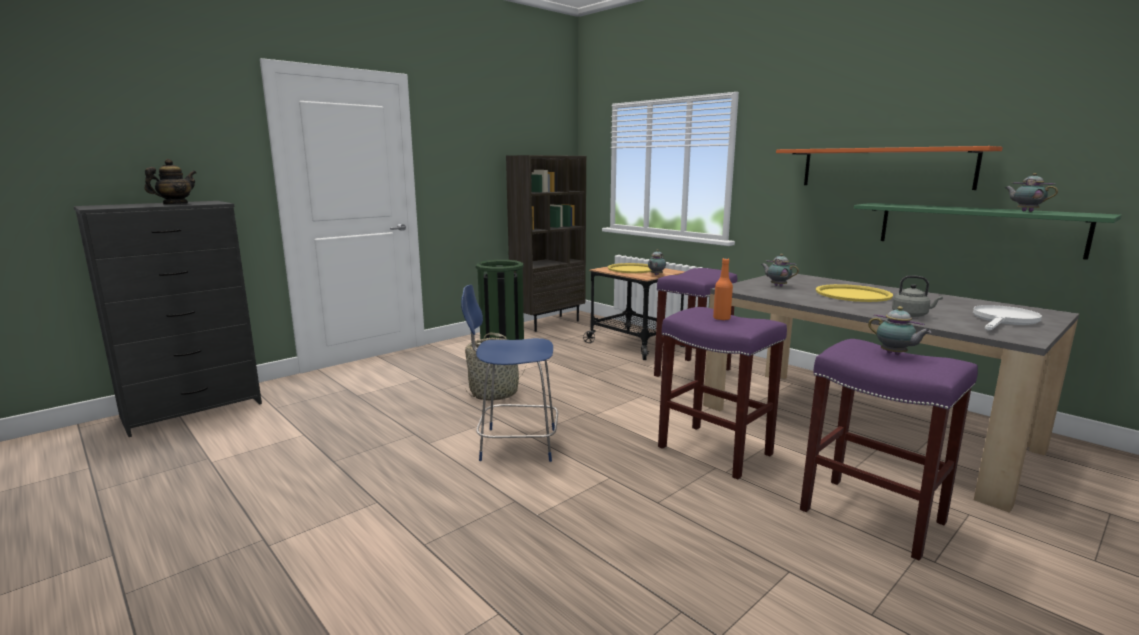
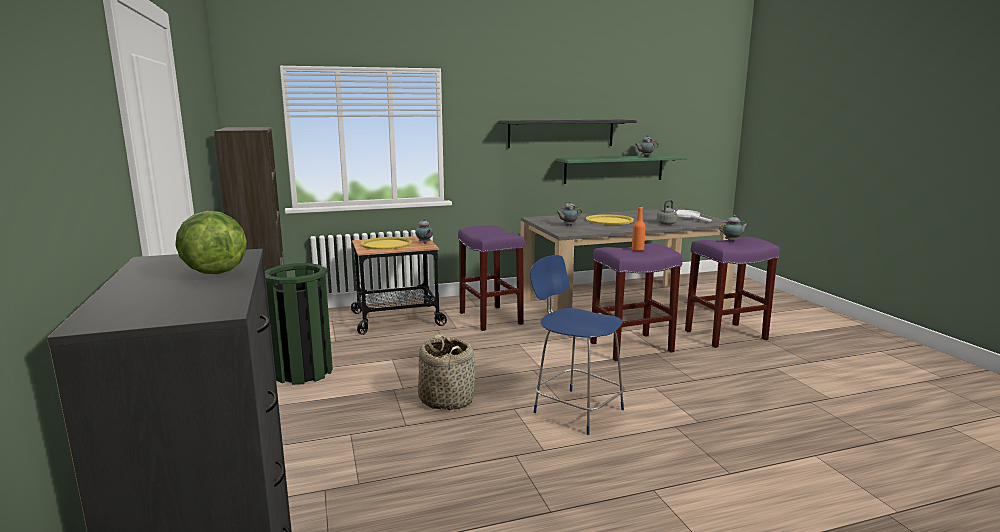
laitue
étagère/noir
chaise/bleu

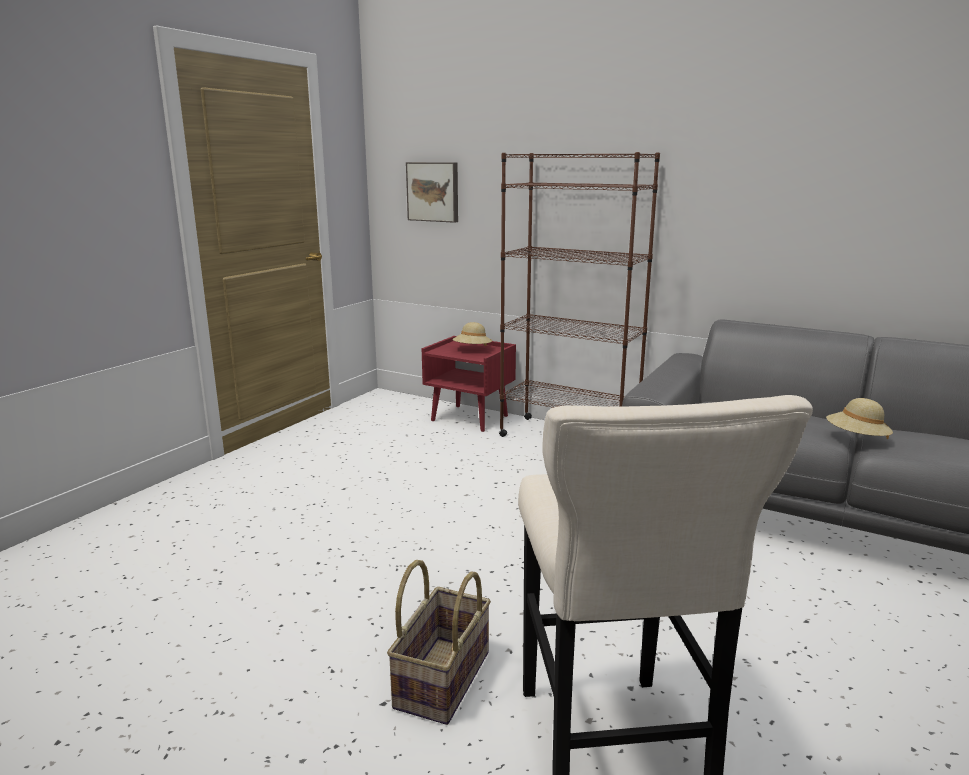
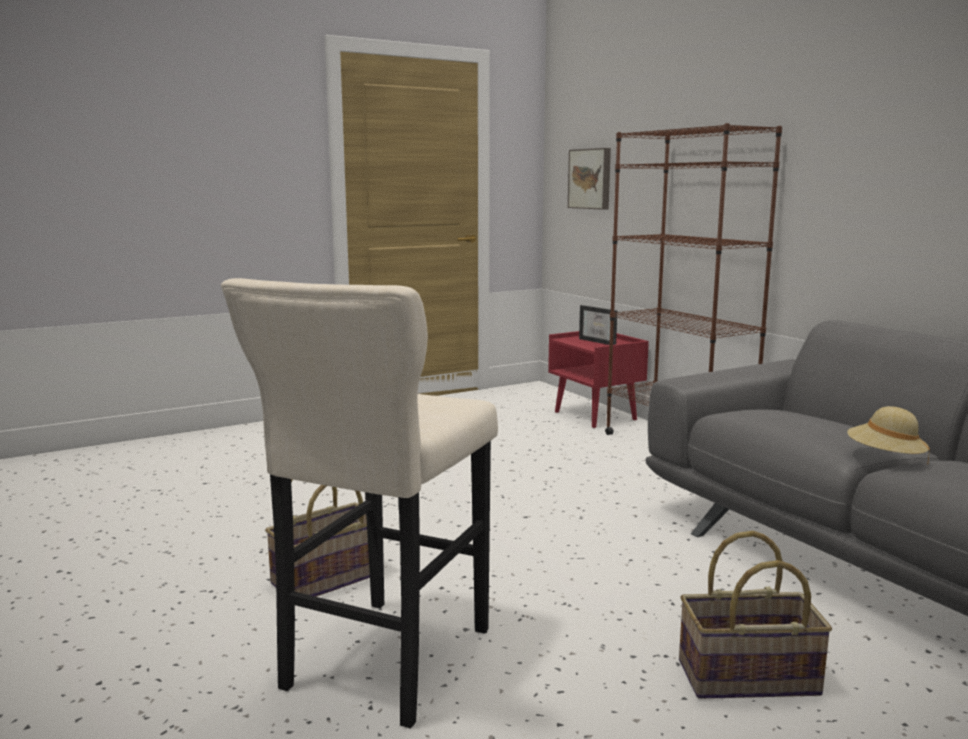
panier (2nd from left)
cadre photo

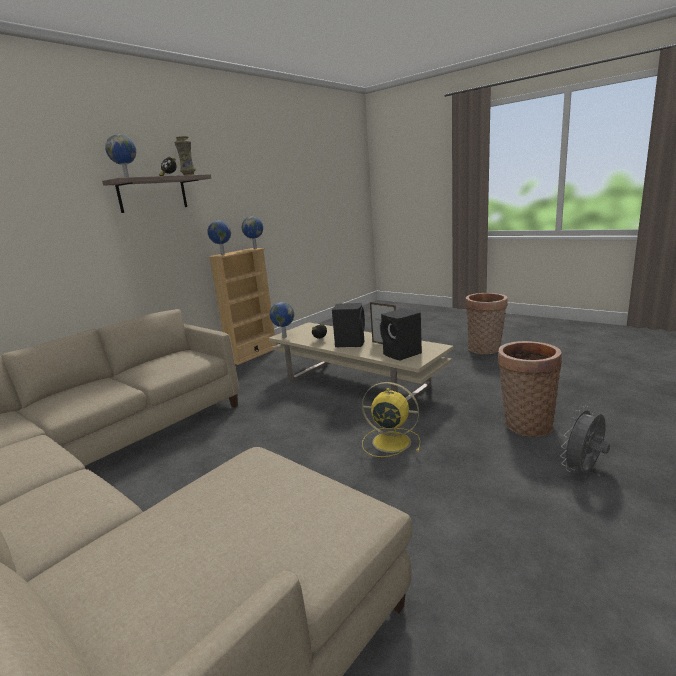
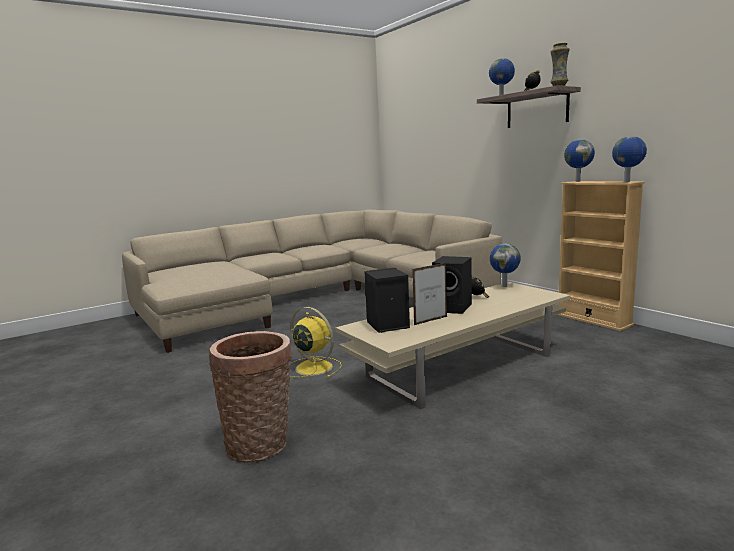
panier (1st from left in the first image)
ventilateur/gris
ventilateur/jaune

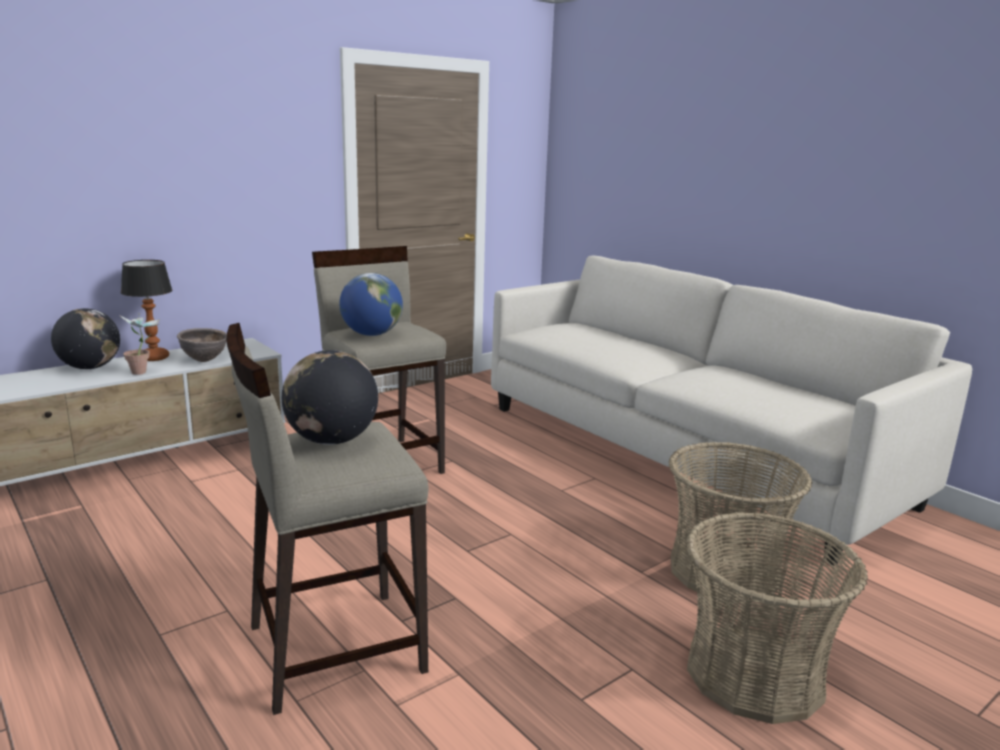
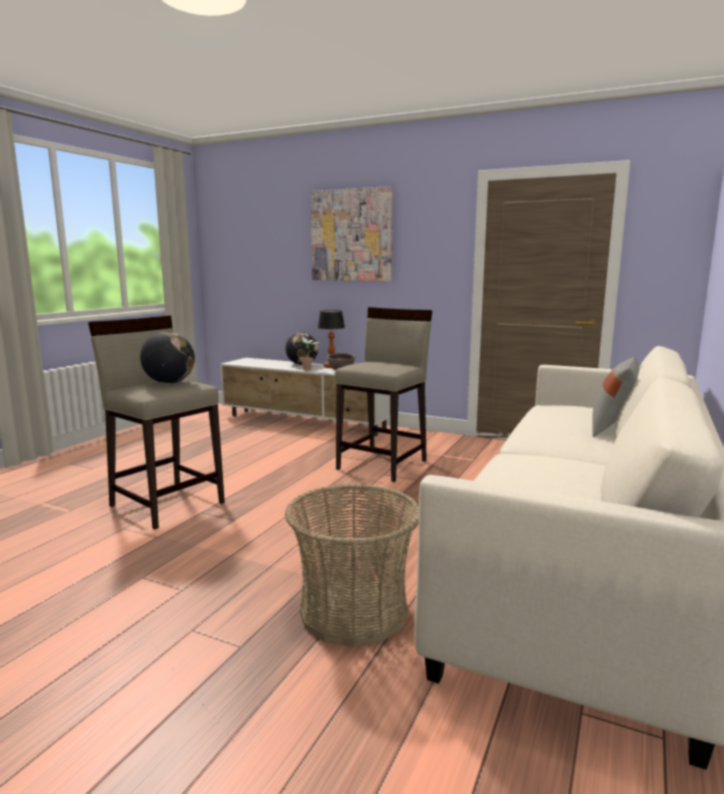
globe (3rd from left in the first image)
panier (2nd from left in the first image)
tableau
coussin/gris

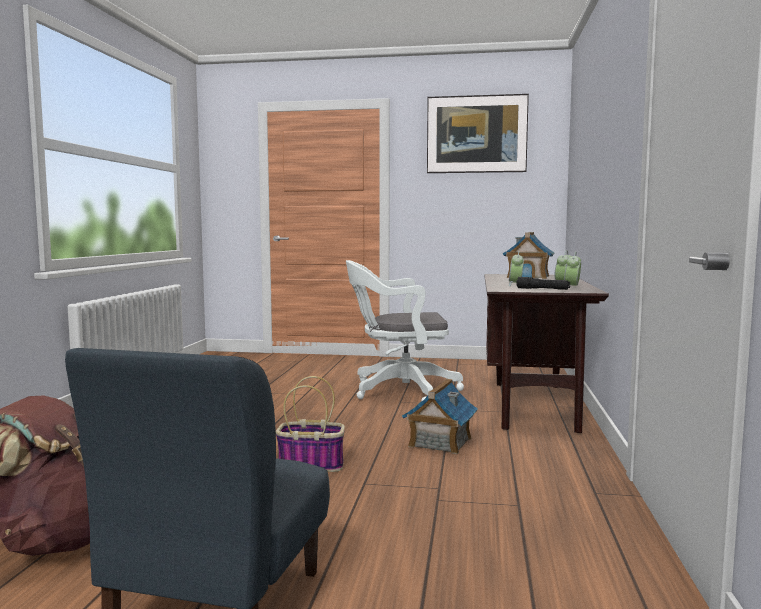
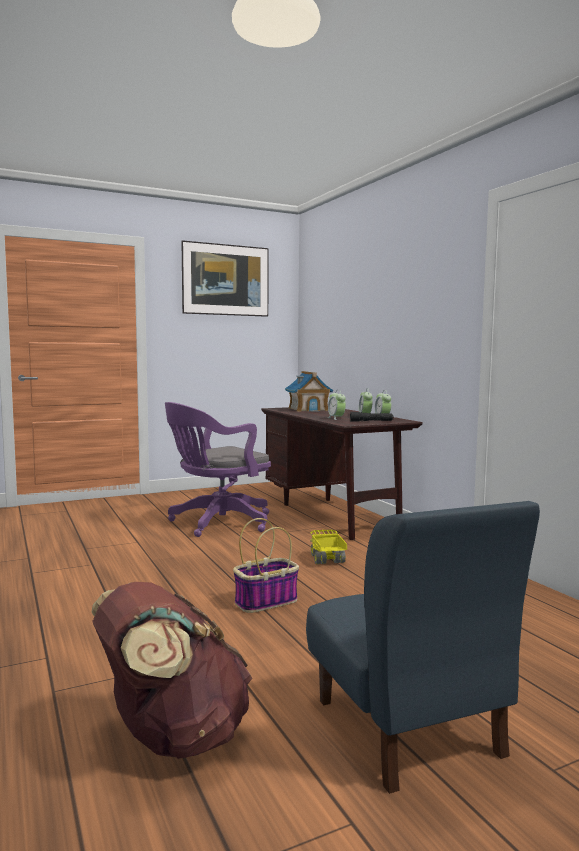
camion jouet
chaise de bureau/violet

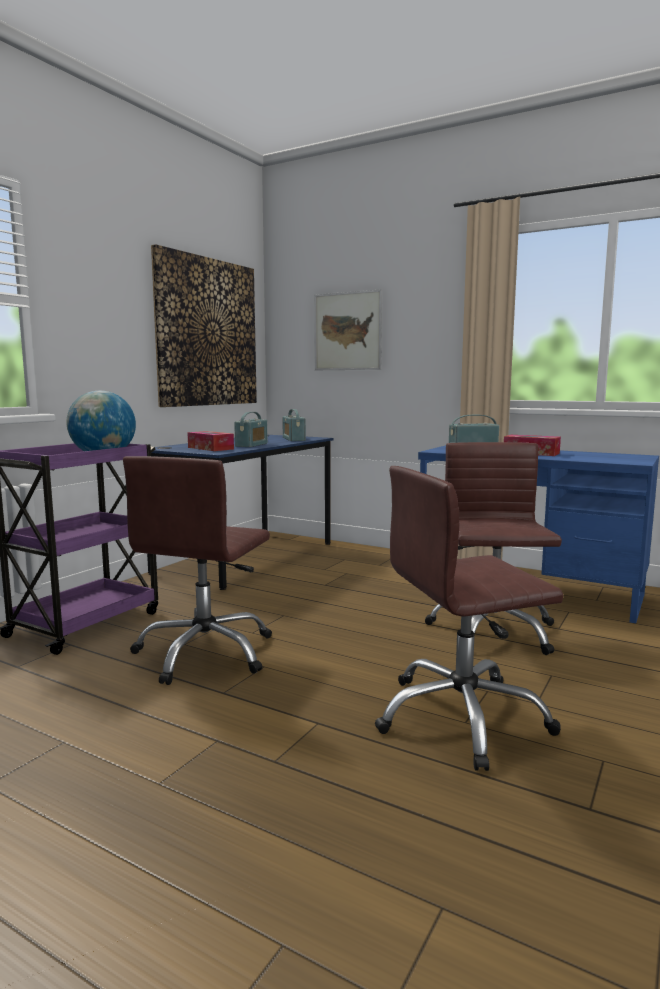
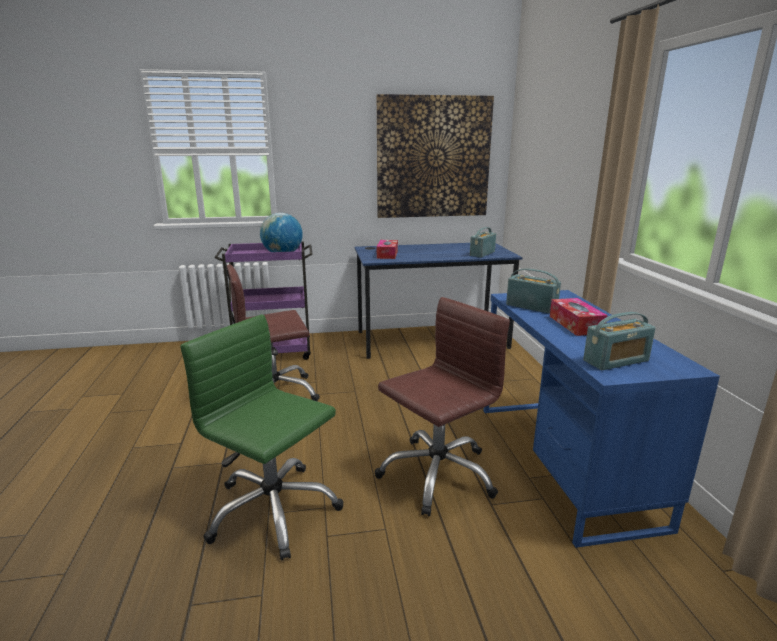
tableau (2nd from left in the first image)
radio (3rd from left)
chaise de bureau/vert

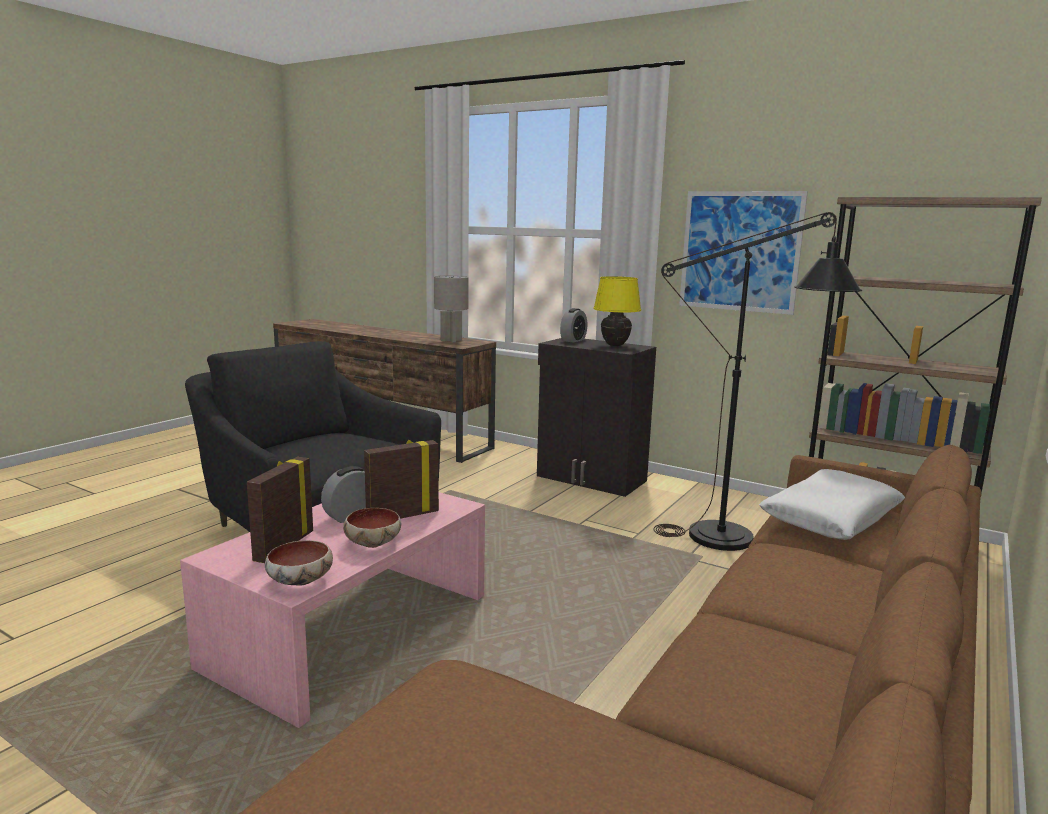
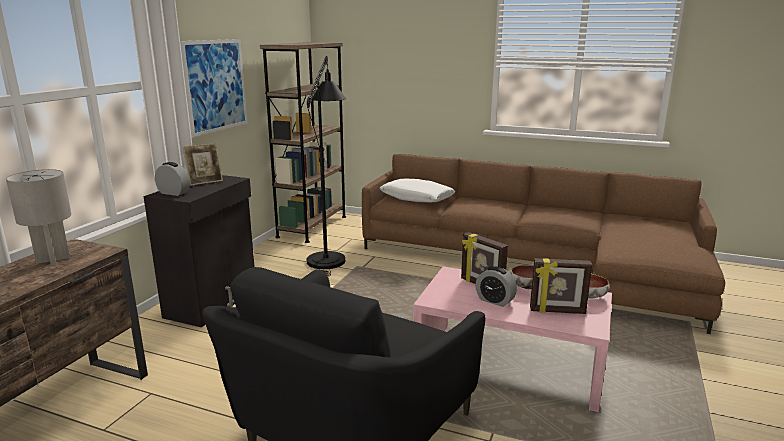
cadre photo (1st from left)

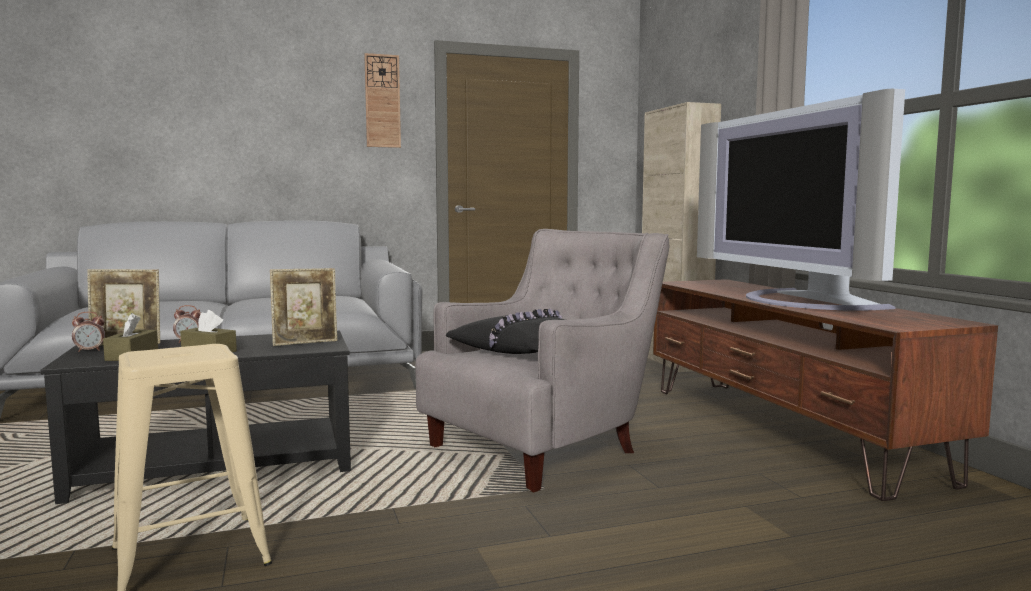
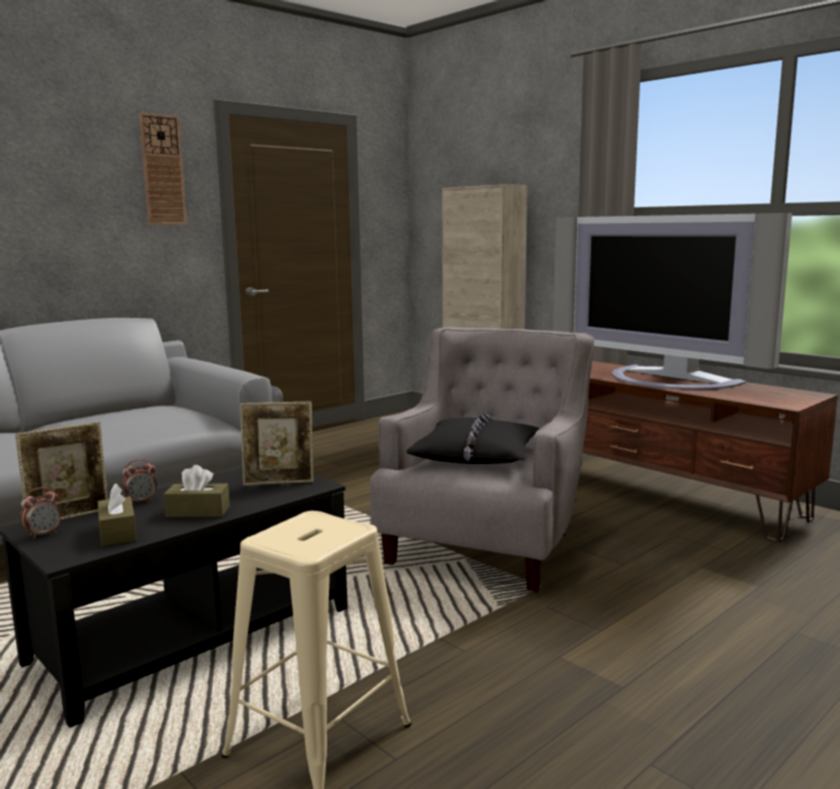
cadre photo (2nd from left)

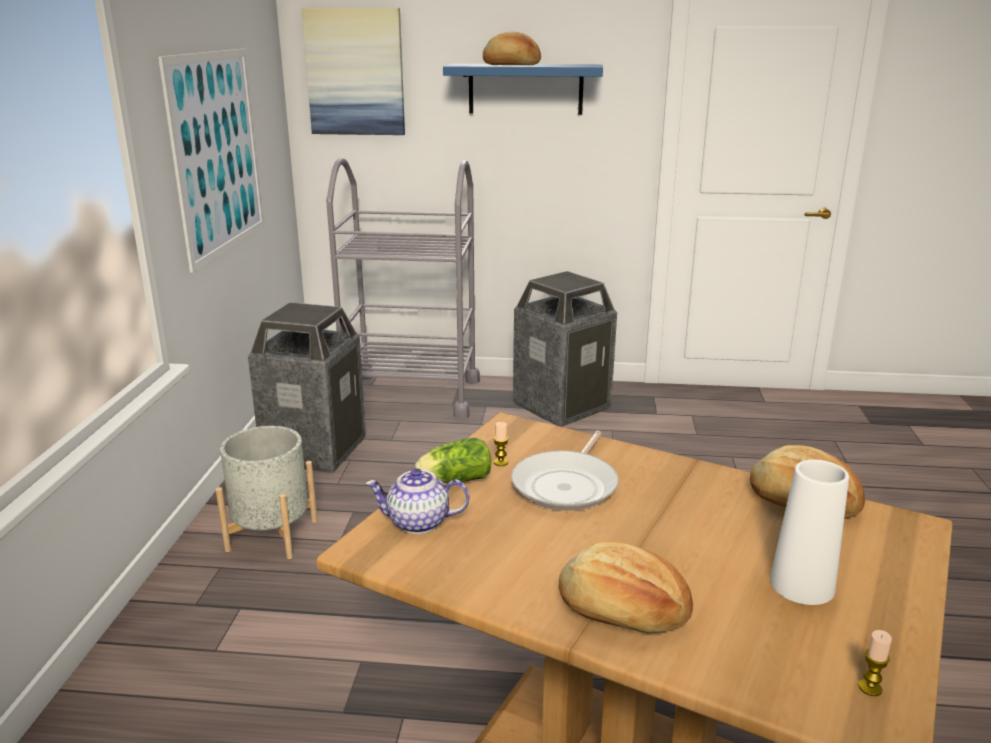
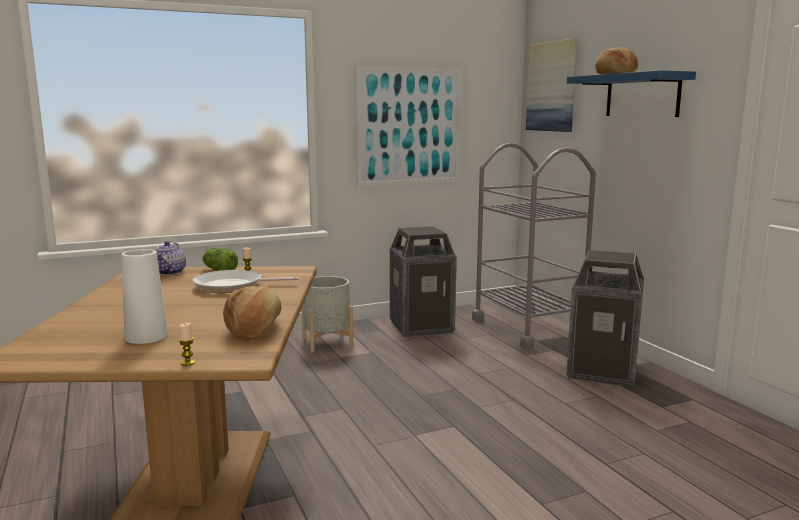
pain (2nd from left in the first image)
bougie (1st from left)
théière

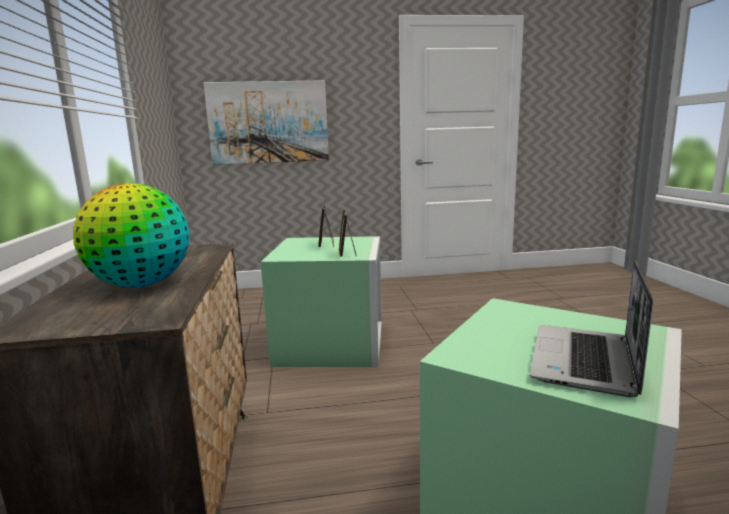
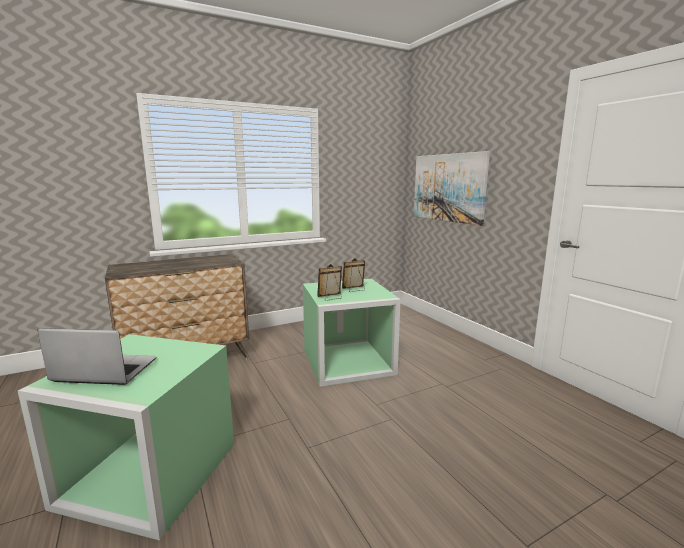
globe

